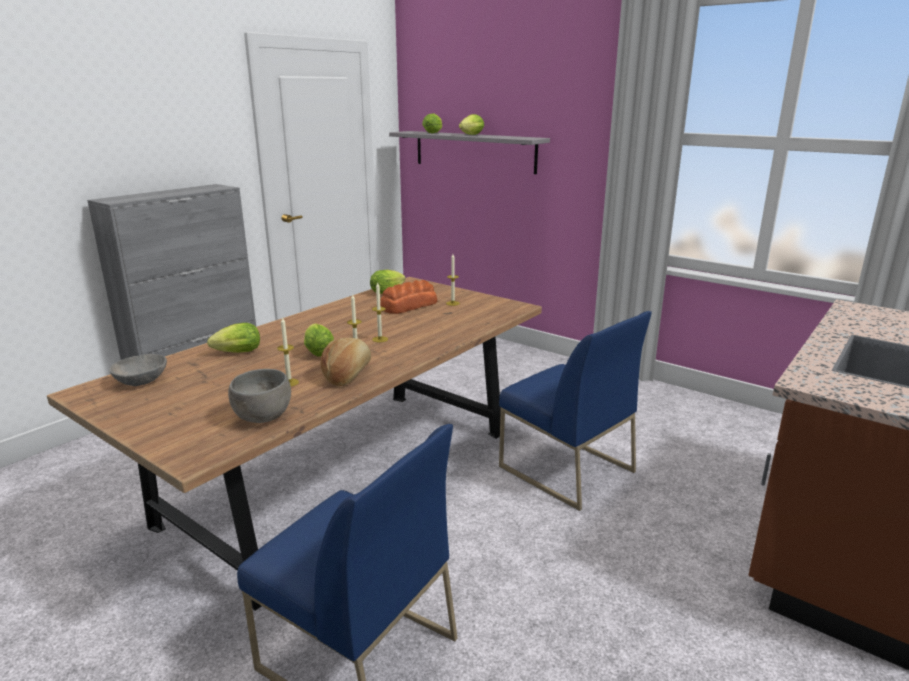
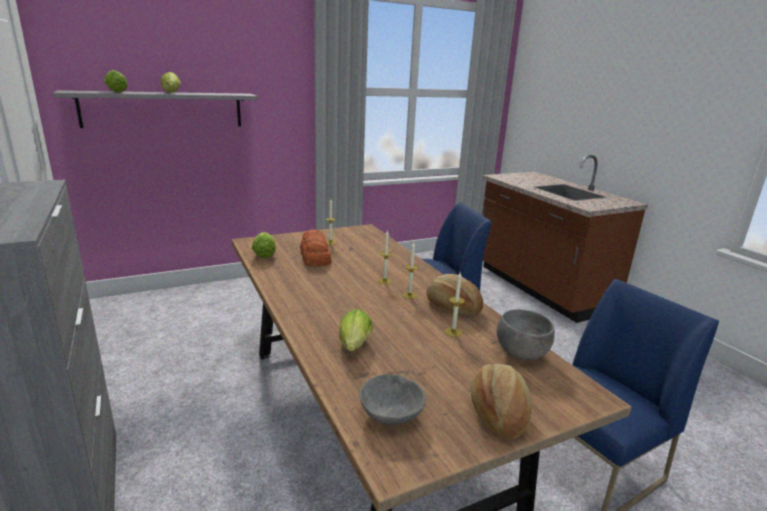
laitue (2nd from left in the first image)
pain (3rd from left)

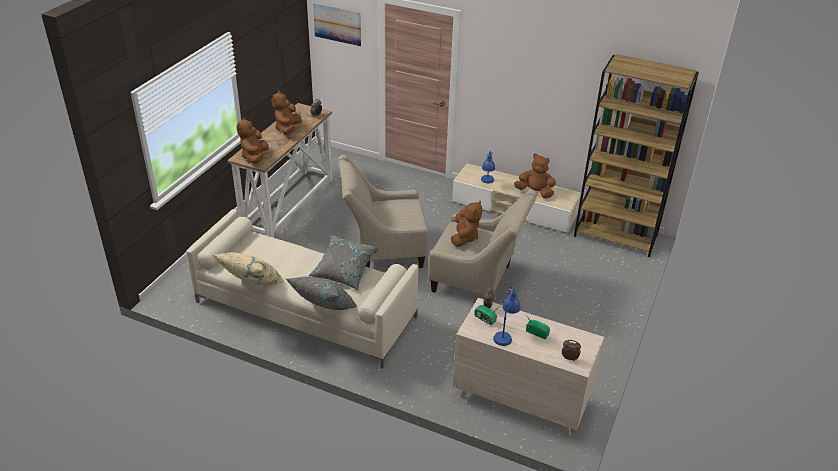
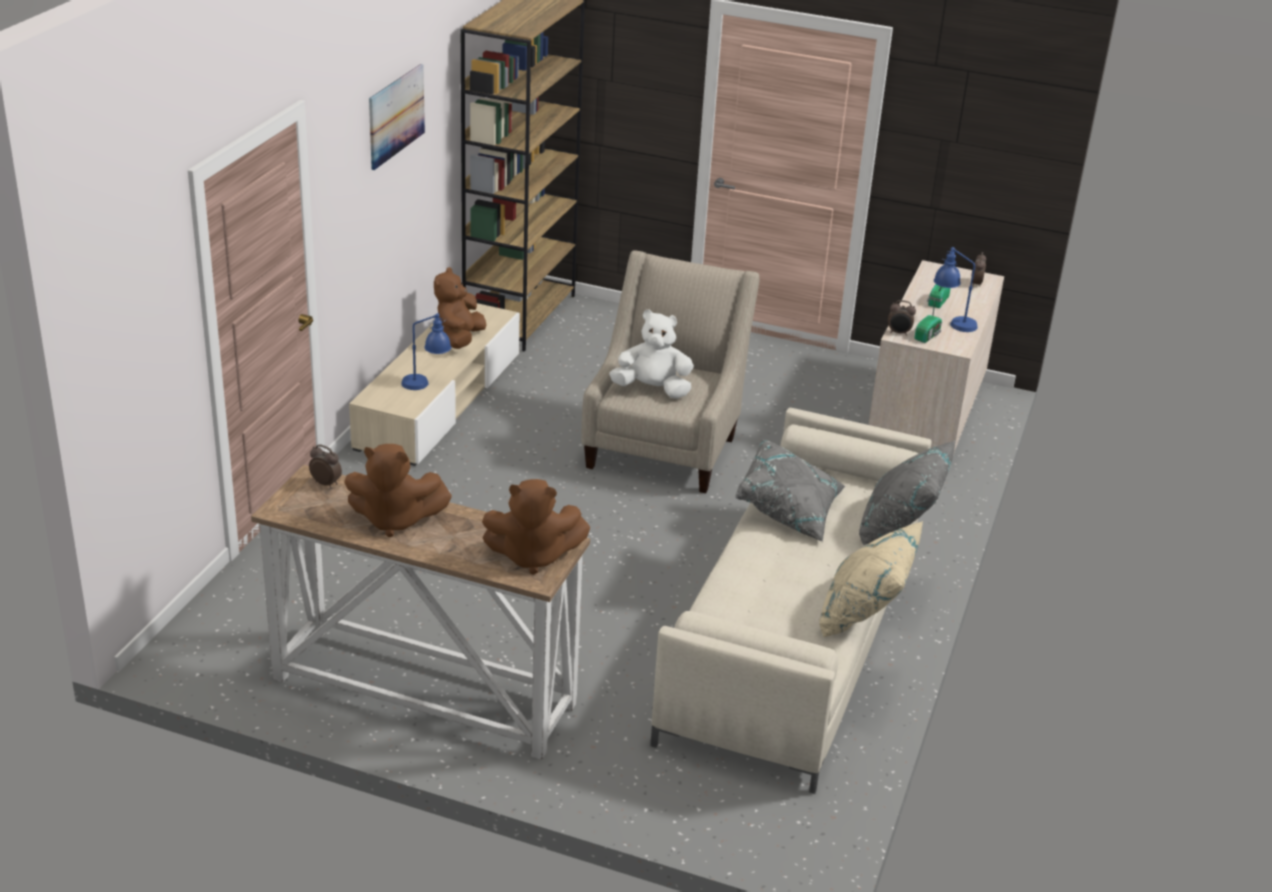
fauteuil/beige (1st from left in the first image)
tableau
peluche/blanc

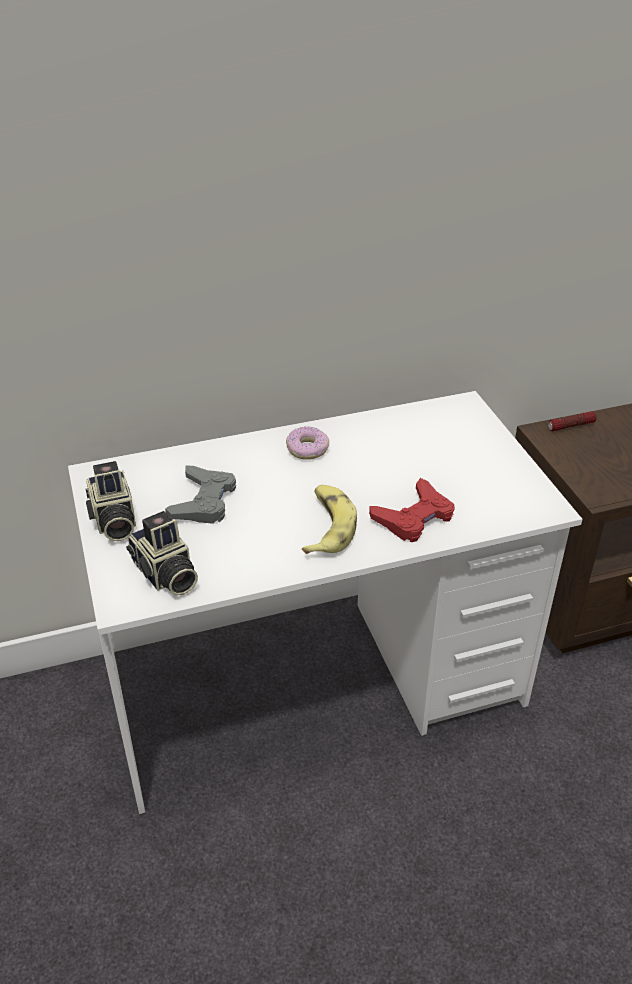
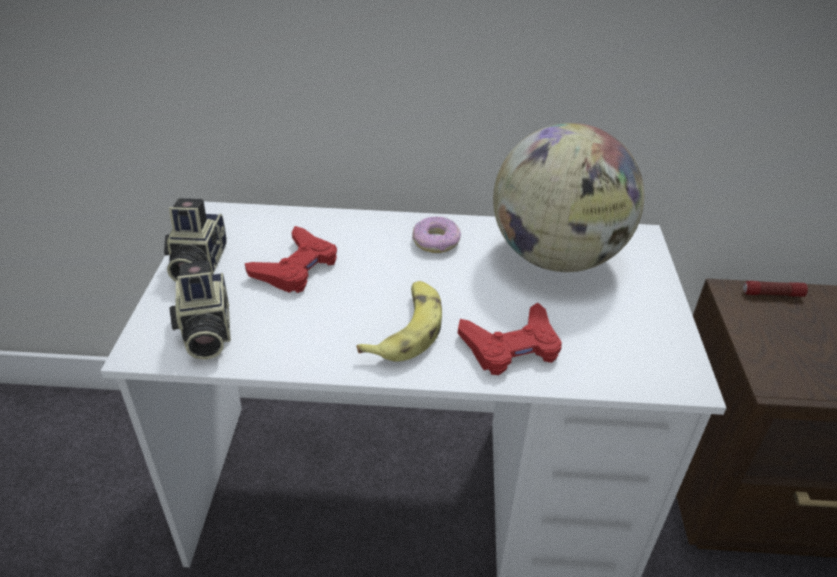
globe
manette/rouge (1st from left)

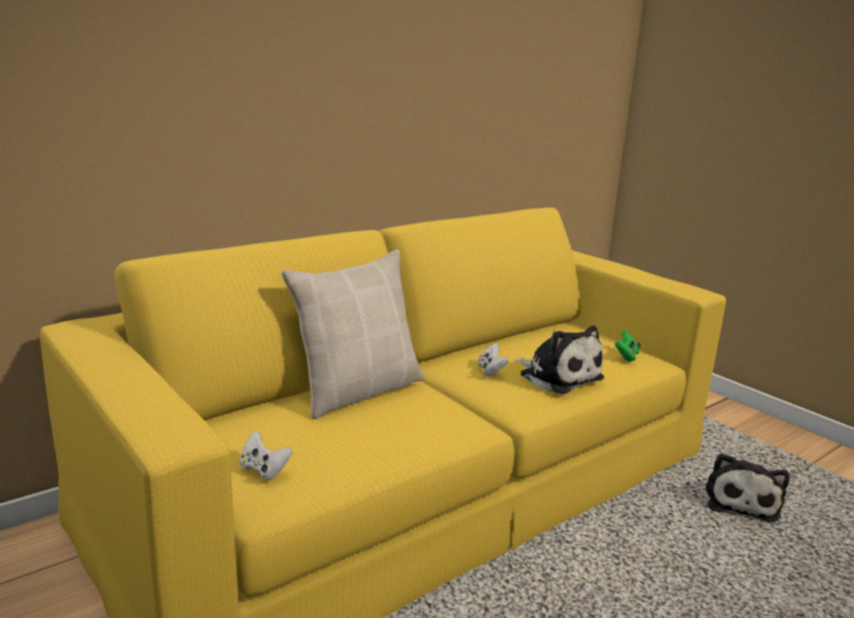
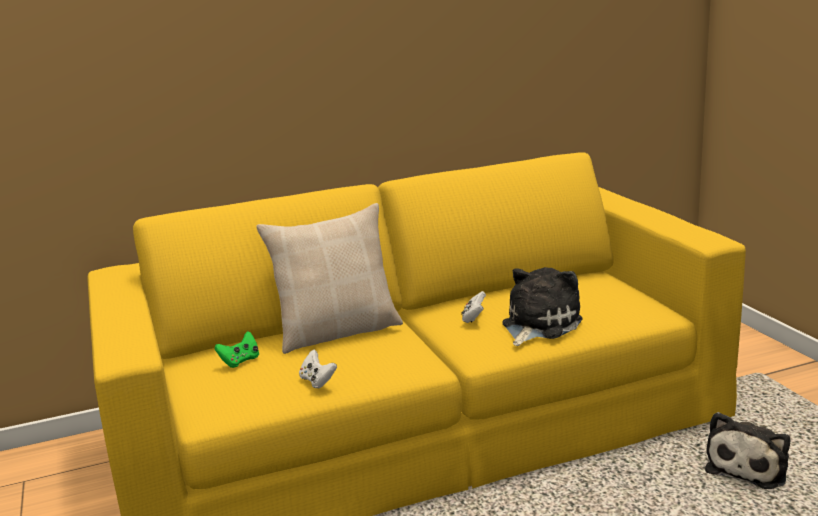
manette/blanc (1st from left)
manette/vert
peluche (1st from left)

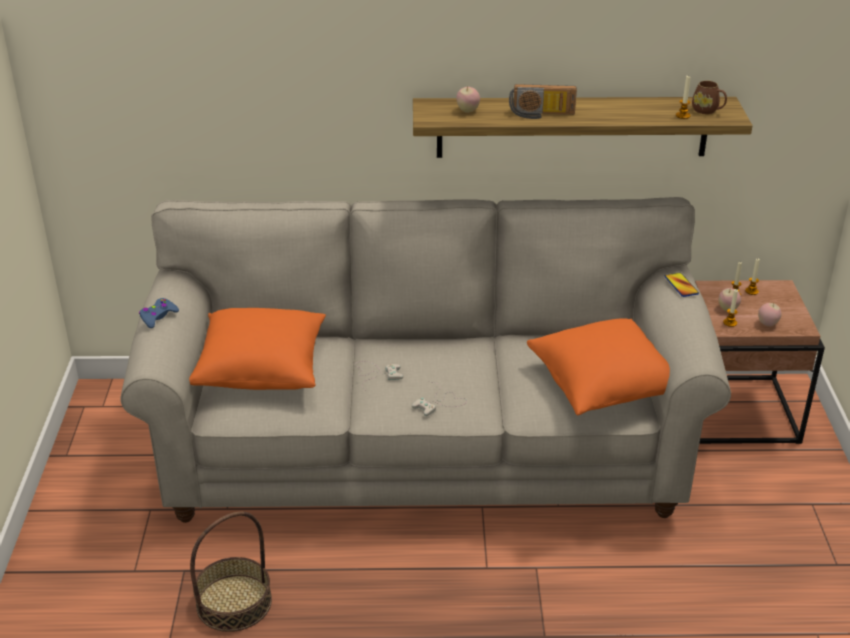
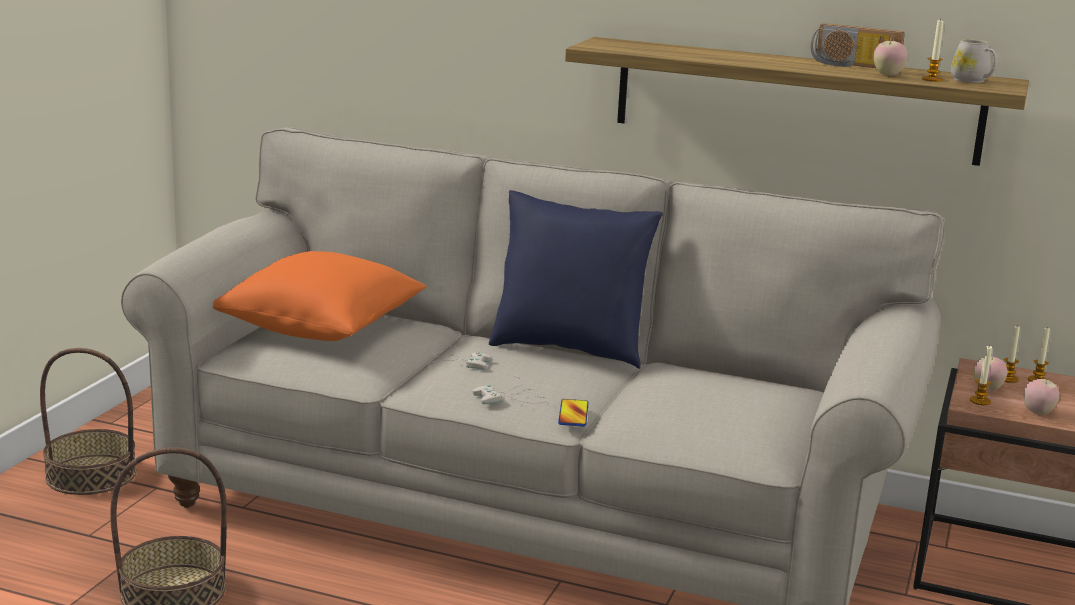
manette/bleu
coussin/orange (2nd from left in the first image)
panier (1st from left)
coussin/bleu
pomme (1st from left)
radio
téléphone
mug/blanc

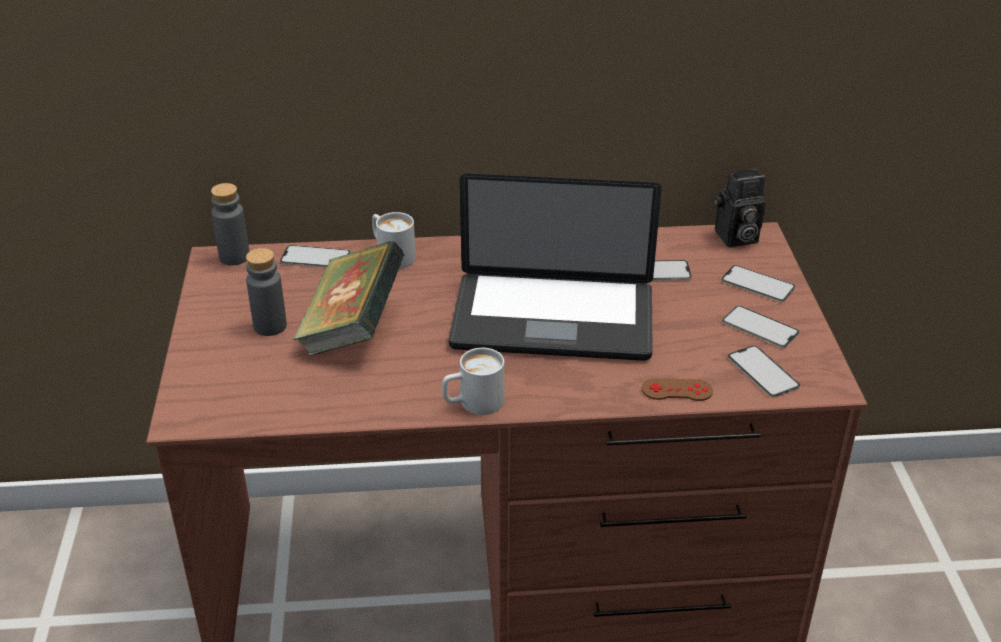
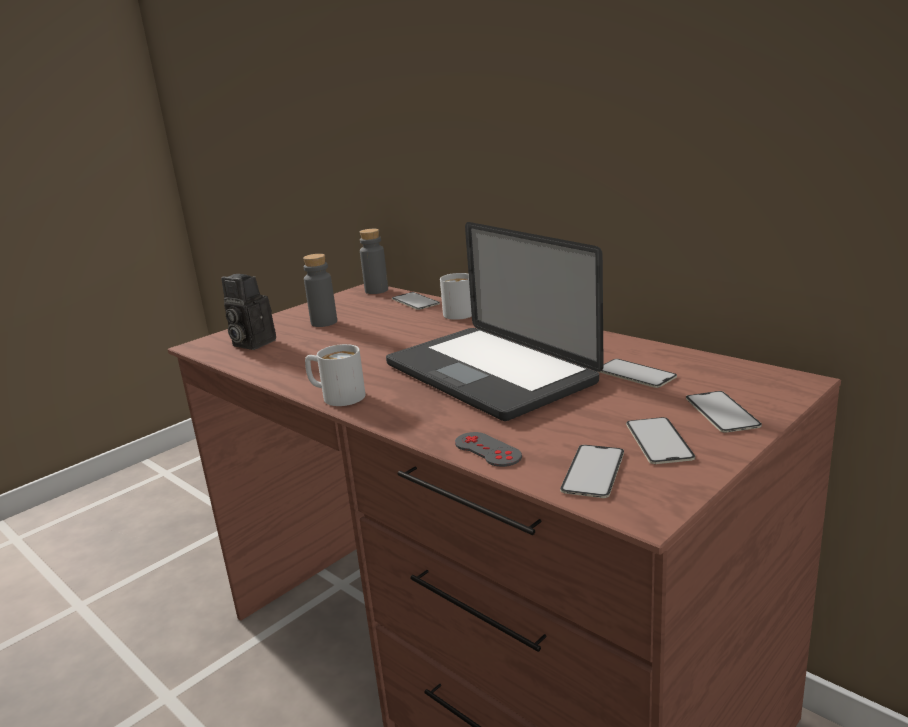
livre
appareil photo
manette/gris

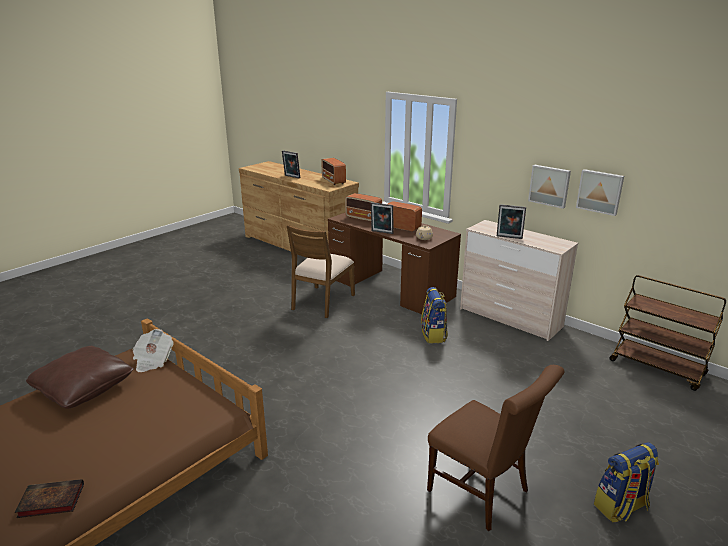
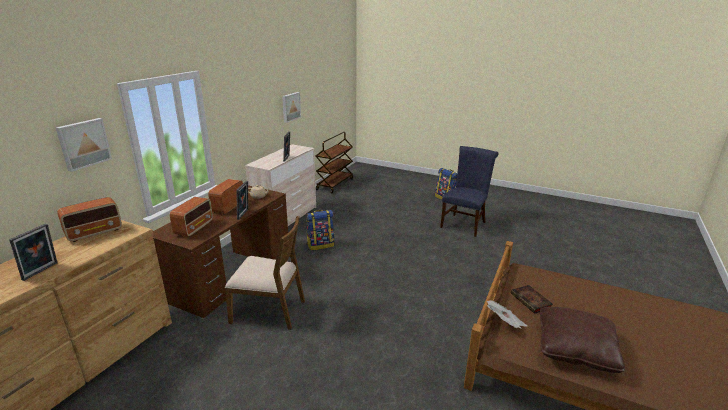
livre
tableau (1st from left)
chaise/bleu

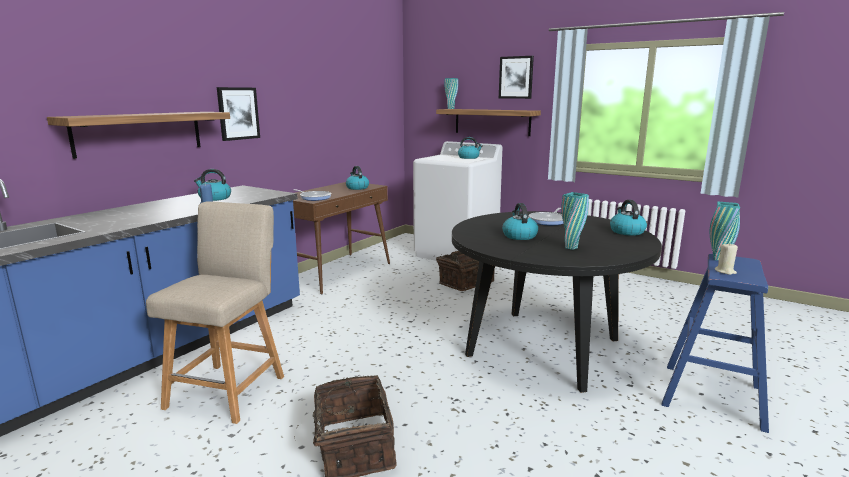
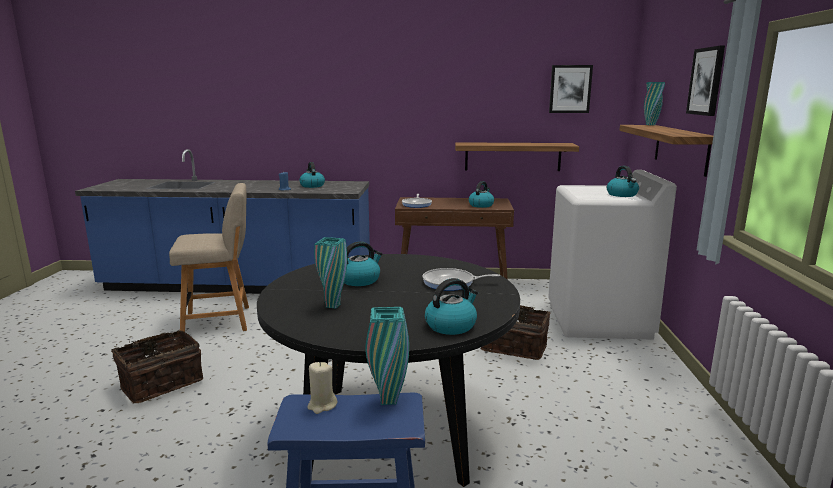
étagère (1st from left)
tableau (1st from left)

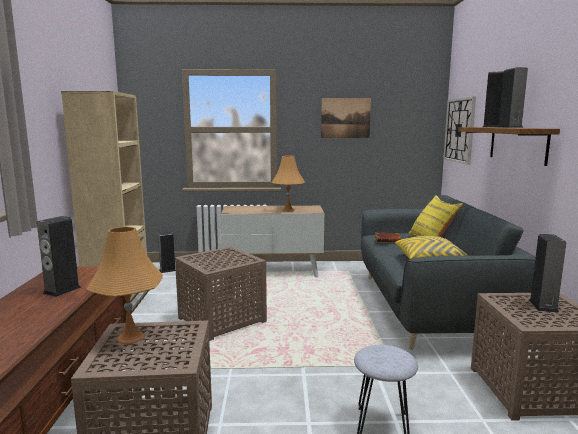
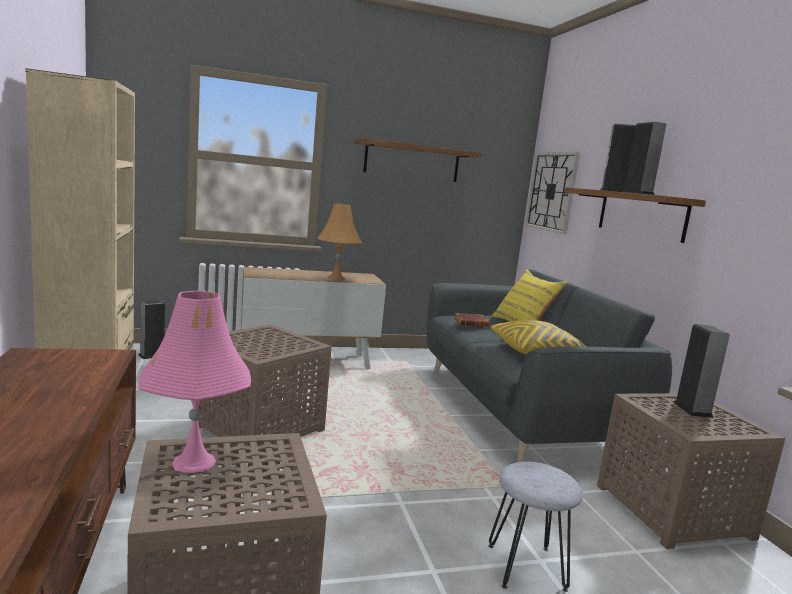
enceinte (1st from left in the first image)
étagère (1st from left)
lampe de table/rose

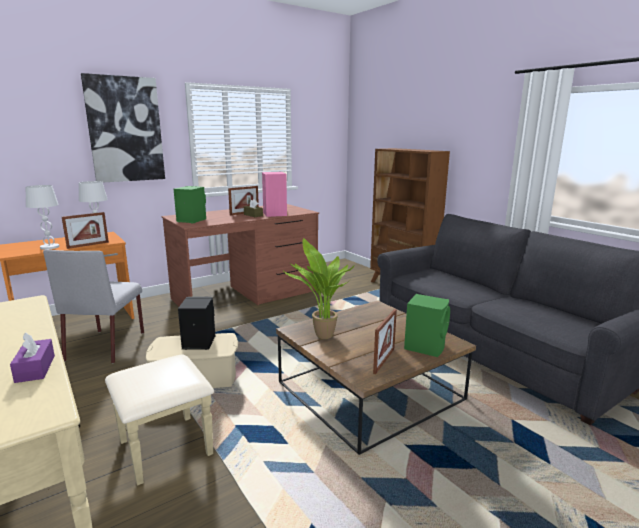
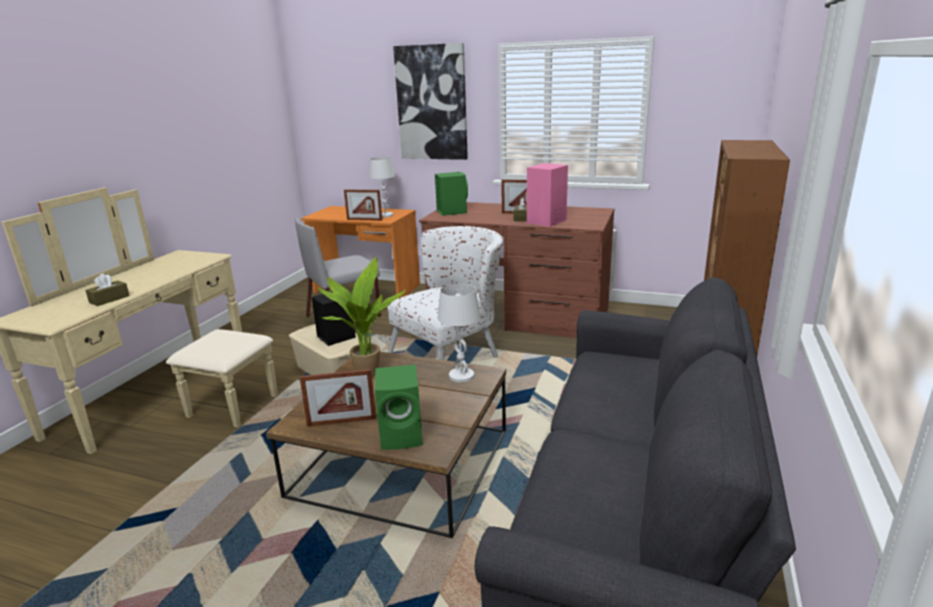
fauteuil/blanc
lampe de table/blanc (2nd from left)
boîte à mouchoirs/marron (1st from left)

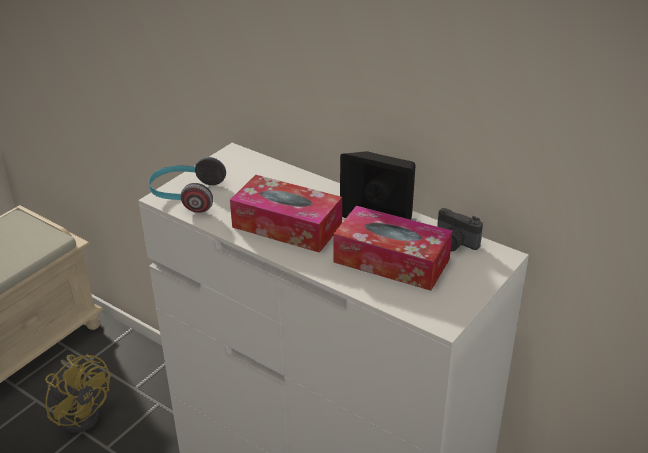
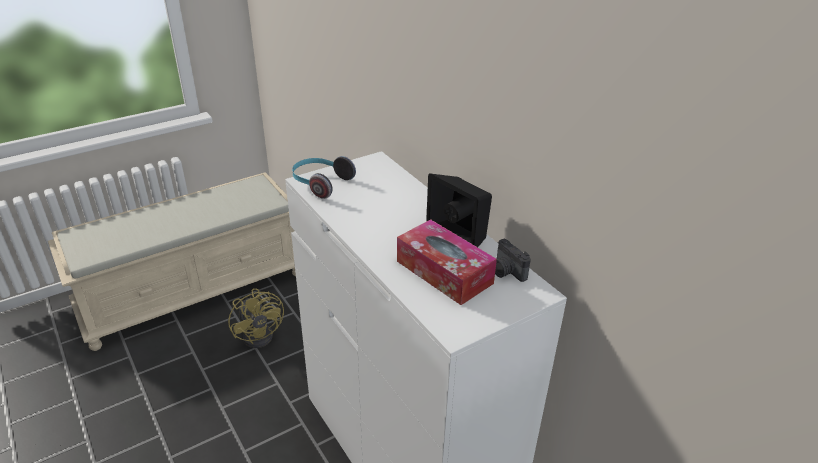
boîte à mouchoirs (1st from left in the first image)

